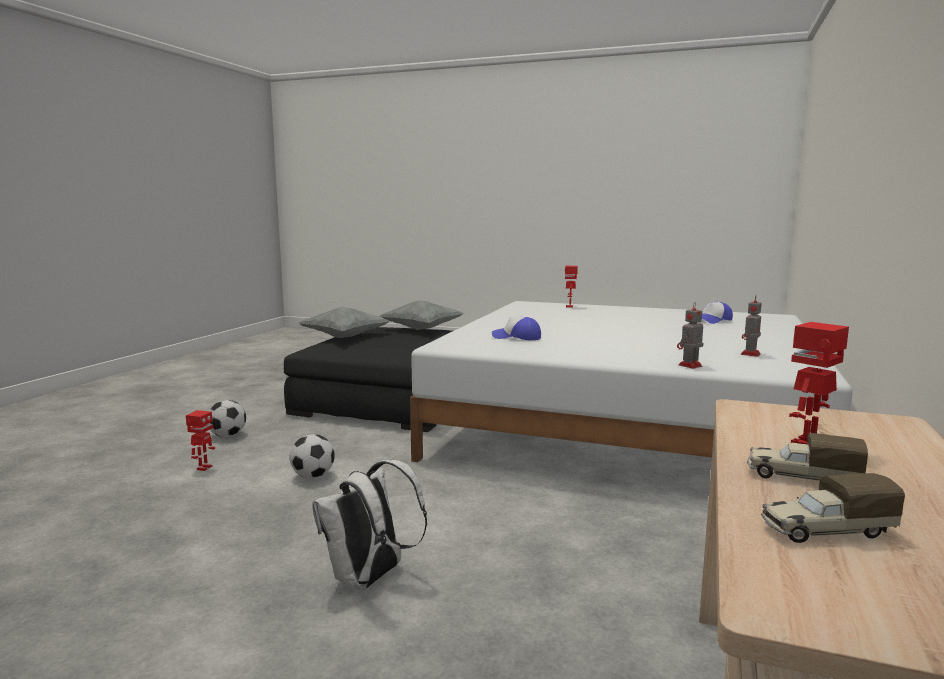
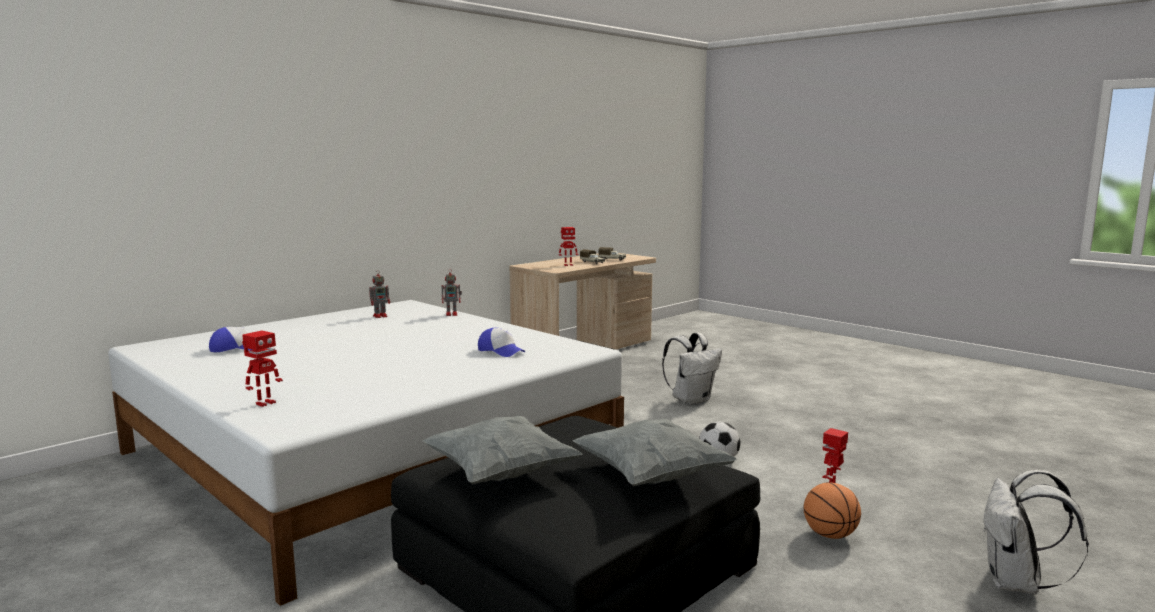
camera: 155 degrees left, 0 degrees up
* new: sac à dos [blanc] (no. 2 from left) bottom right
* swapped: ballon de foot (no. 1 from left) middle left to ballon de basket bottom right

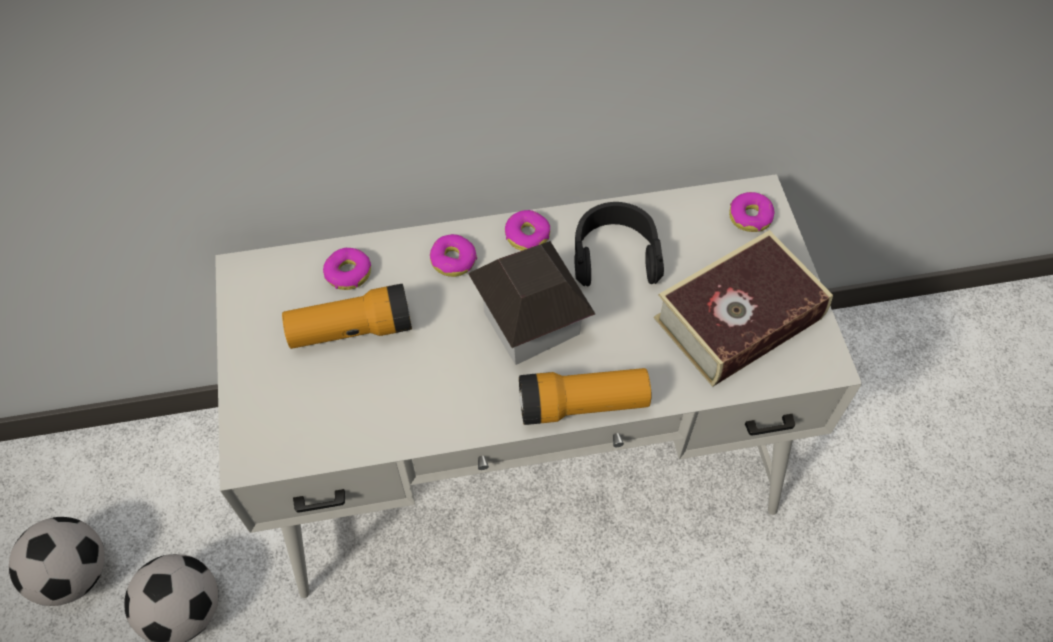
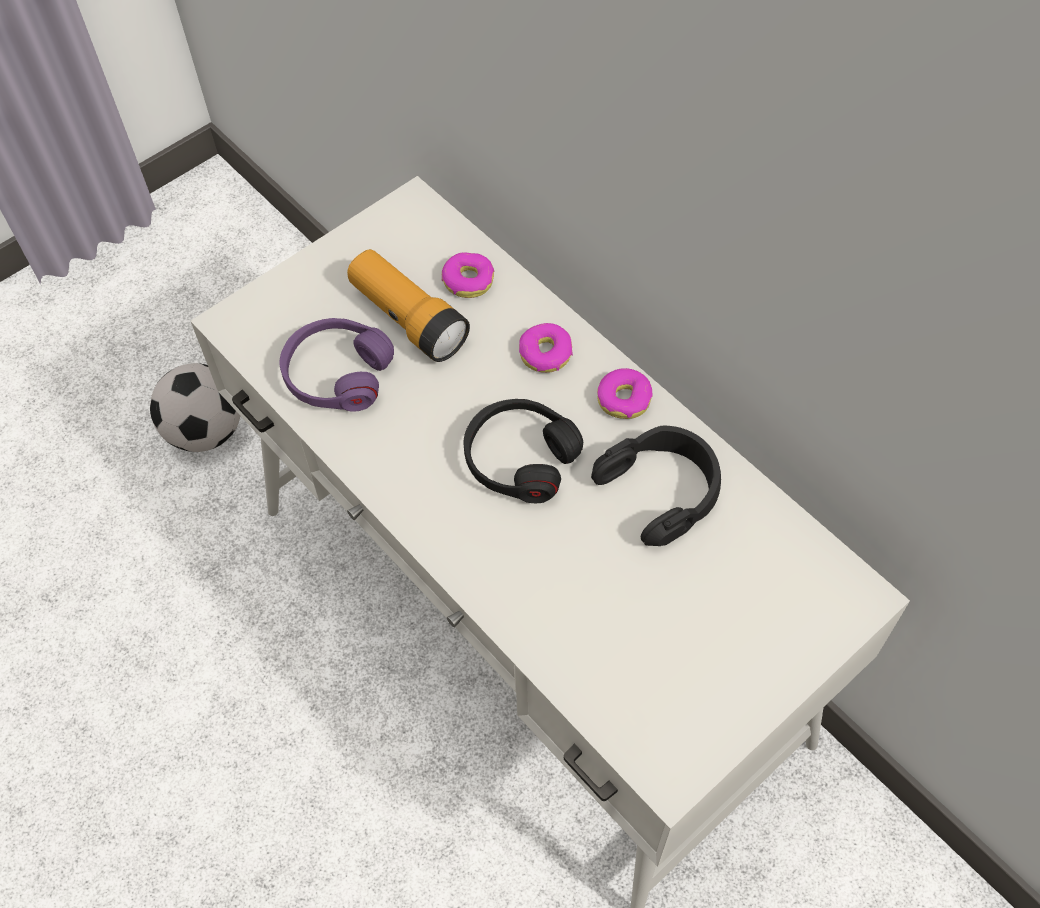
camera: 60 degrees right, 0 degrees up
* gone: ballon de foot (no. 1 from left) bottom left
* gone: lampe de poche (no. 2 from left) centre
* gone: livre middle right
* gone: beignet (no. 4 from left) top right
* new: casque audio [violet] middle left
* swapped: maison miniature centre to casque audio [noir] (no. 1 from left) centre

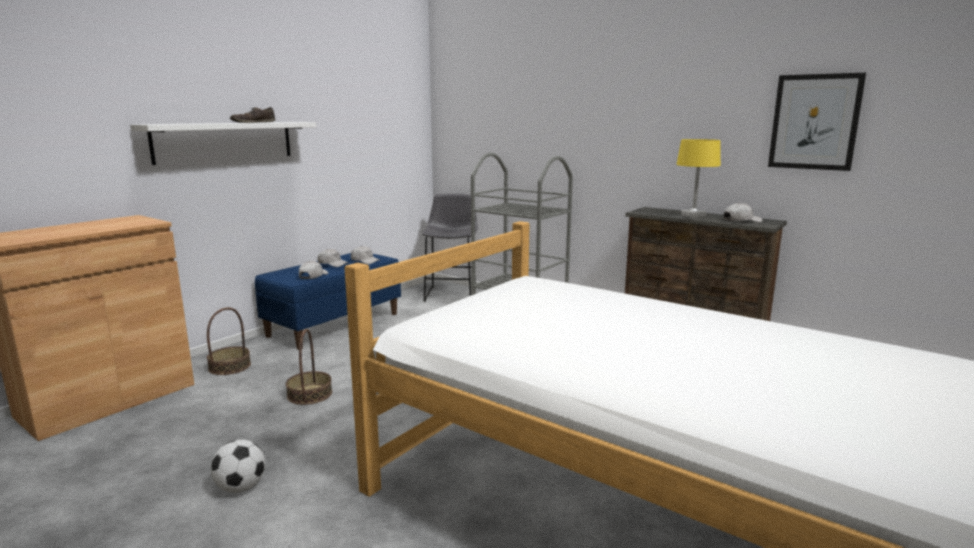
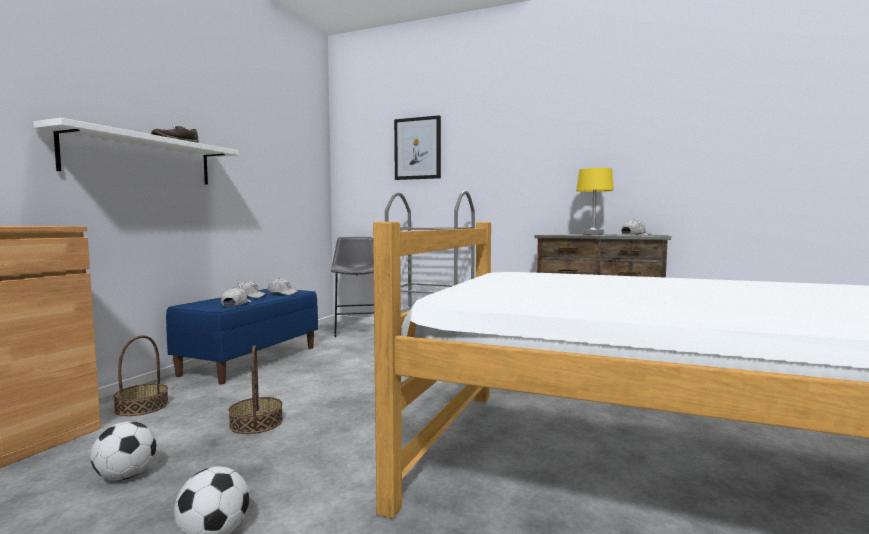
camera: 15 degrees left, 10 degrees down
* new: ballon de foot (no. 1 from left) bottom left
* shifted: tableau top right to top centre

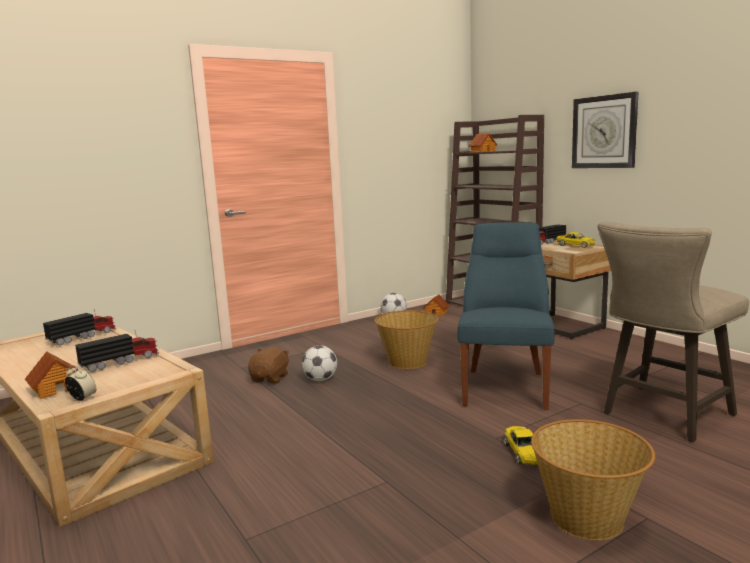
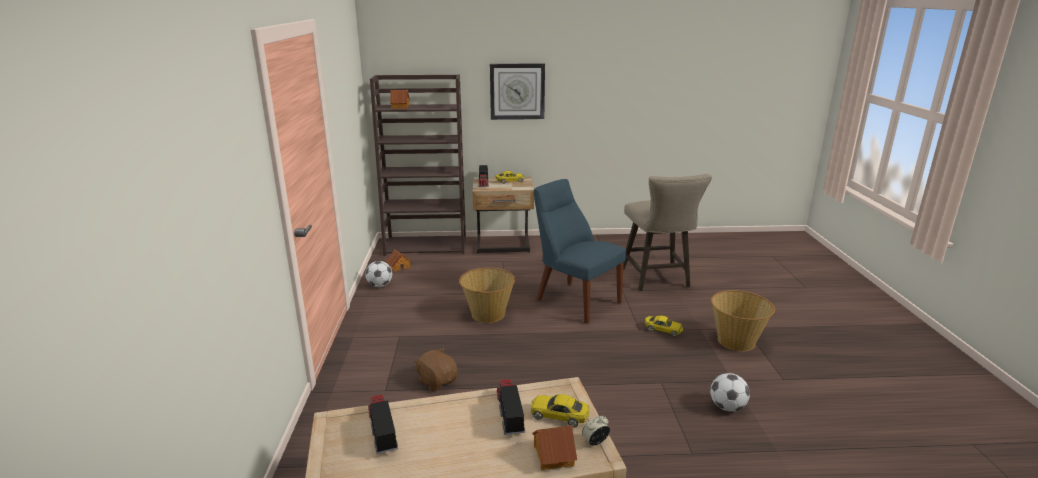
camera: 60 degrees left, 10 degrees up
* new: petite voiture [jaune] (no. 2 from left) bottom centre
* shifted: ballon de foot (no. 1 from left in the first image) centre to ballon de foot (no. 2 from left) bottom right

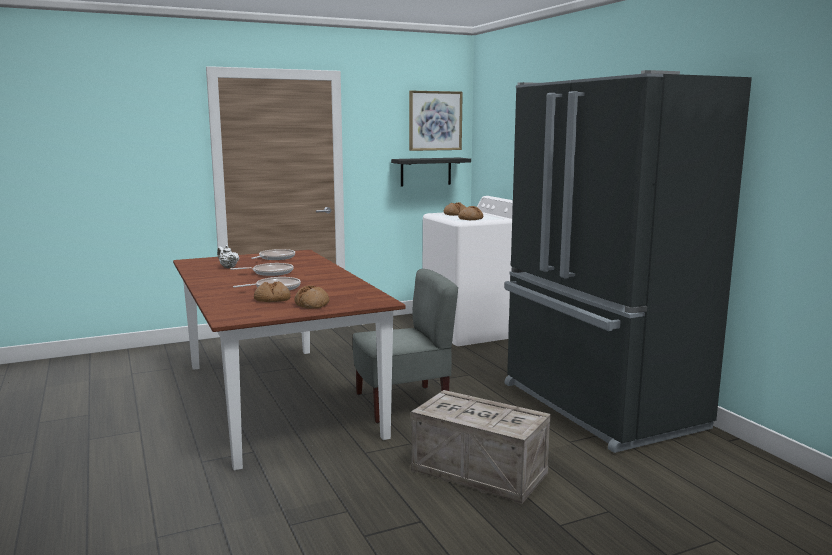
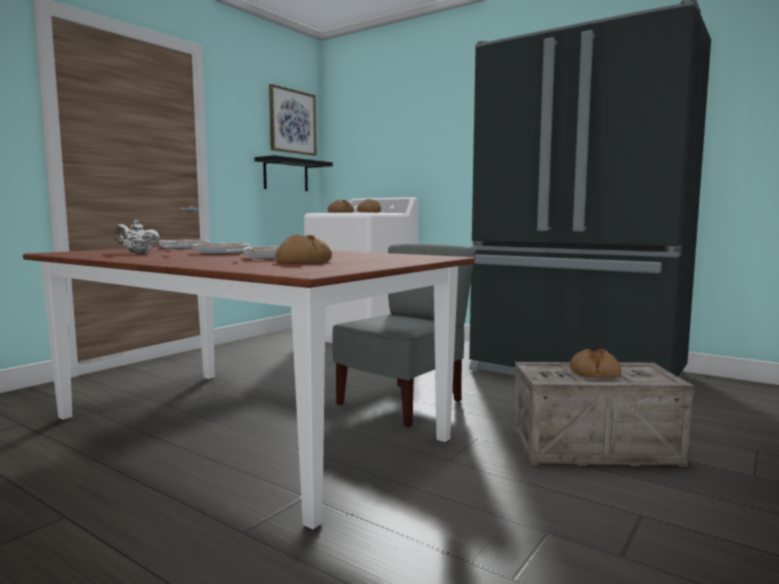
camera: 30 degrees left, 5 degrees down
* shifted: pain (no. 2 from left in the first image) centre to pain (no. 4 from left) middle right

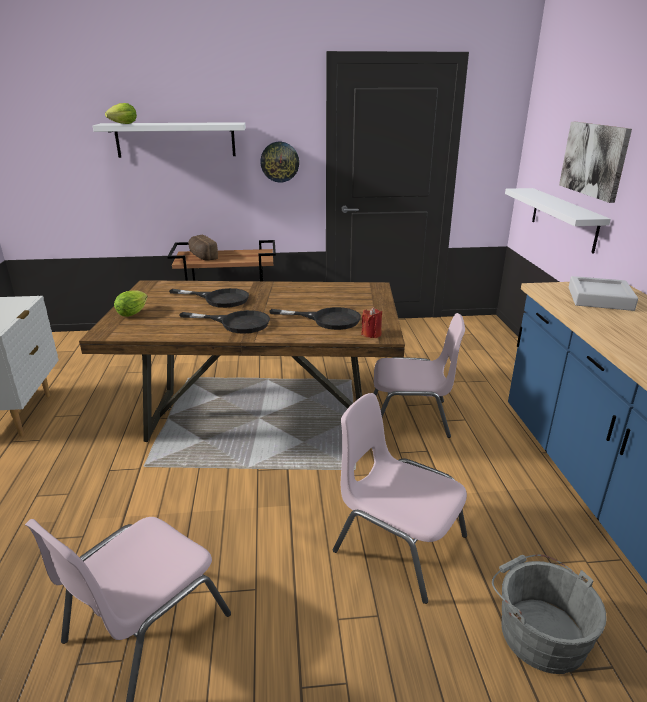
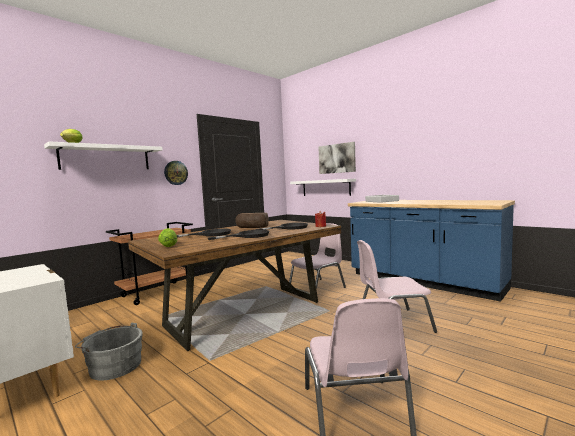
camera: 40 degrees left, 20 degrees down
* shifted: pain middle left to centre
* shifted: seau [gris] bottom right to bottom left

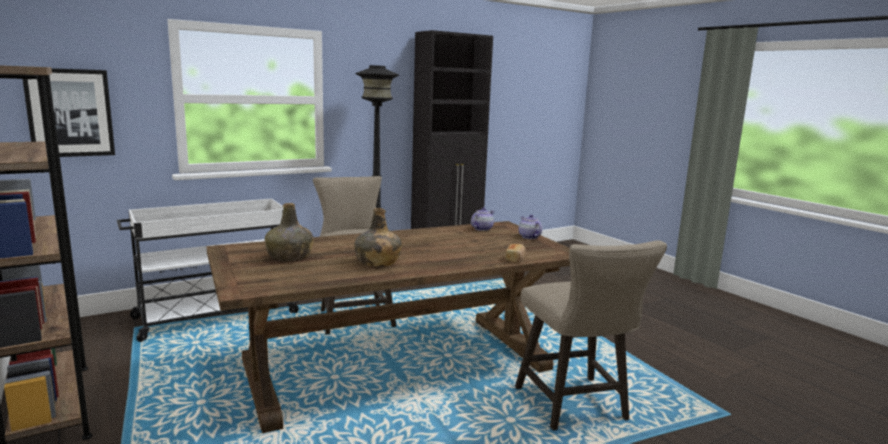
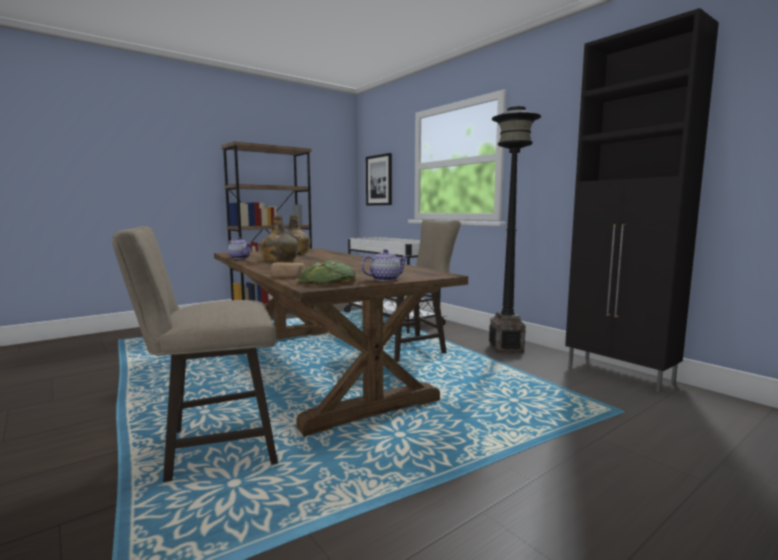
camera: 85 degrees right, 5 degrees down
* new: pain (no. 2 from left) centre
* shifted: théière (no. 1 from left) centre to middle left

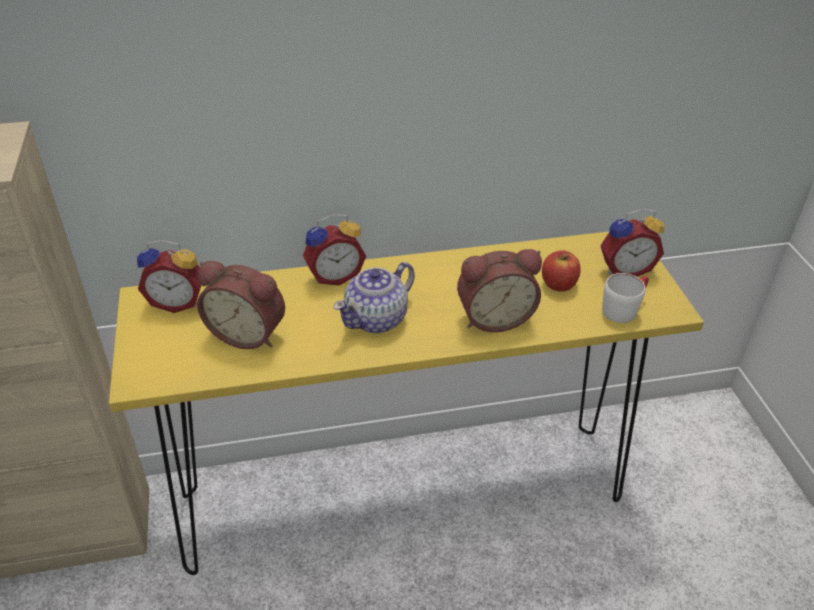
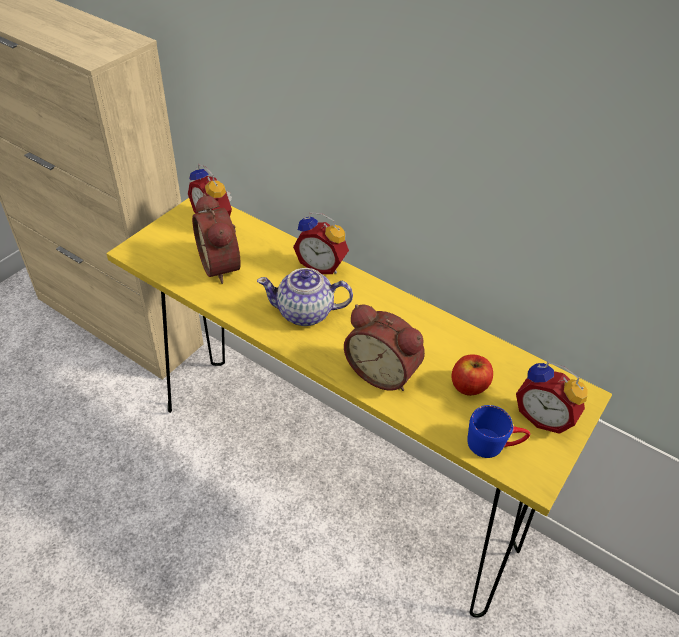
camera: 45 degrees right, 5 degrees up
* repainted: mug [blanc] middle right to mug [bleu] bottom right

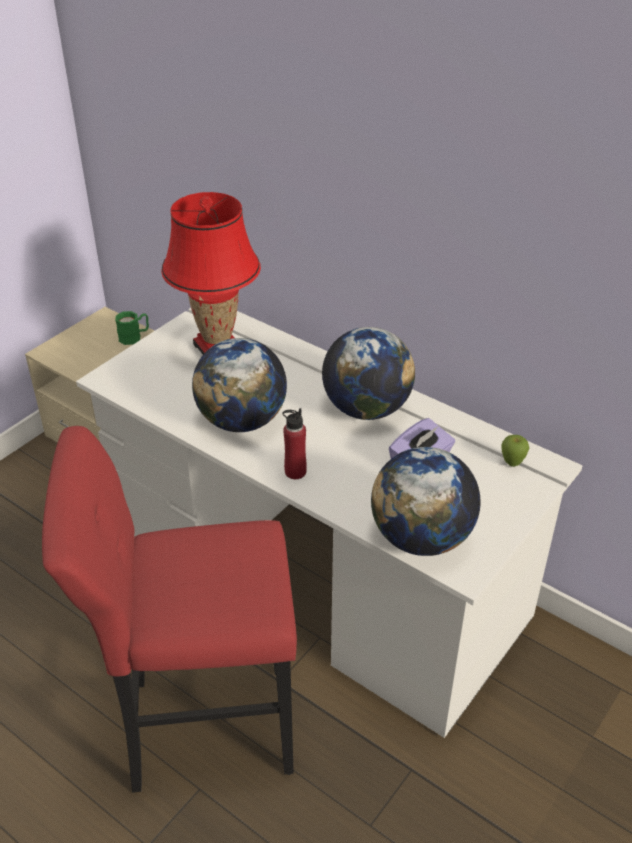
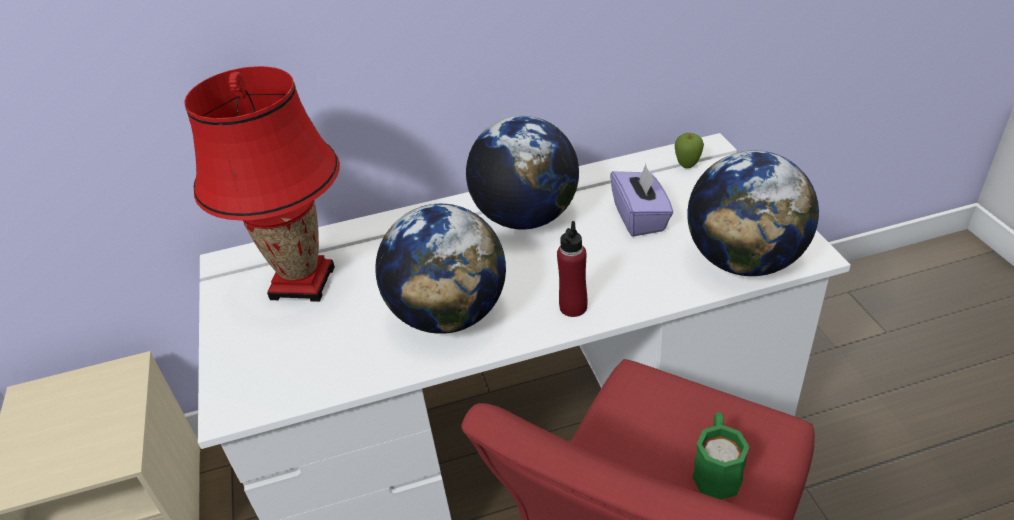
camera: 50 degrees left, 0 degrees up
* shifted: mug [vert] middle left to bottom right

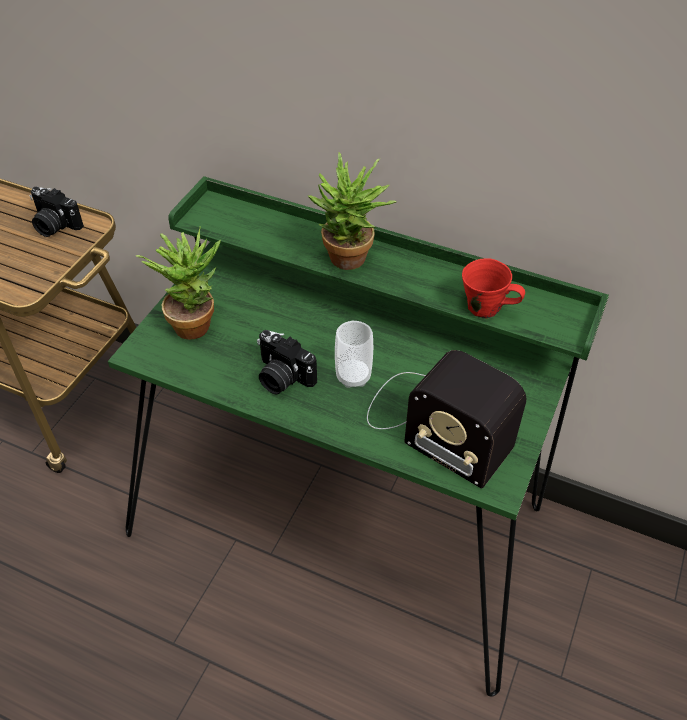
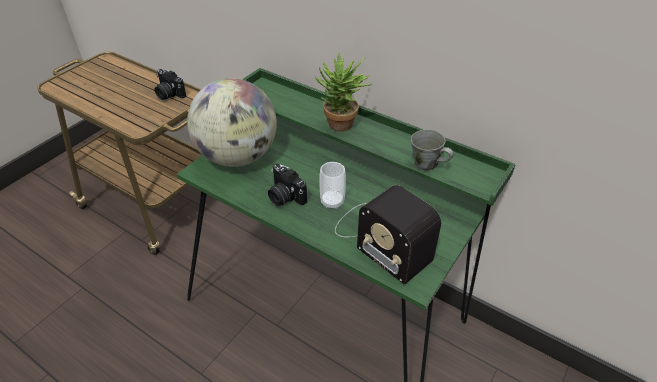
camera: 10 degrees right, 5 degrees down
* swapped: plante en pot (no. 1 from left) middle left to globe top centre
* repainted: mug [rouge] middle right to mug [gris] centre

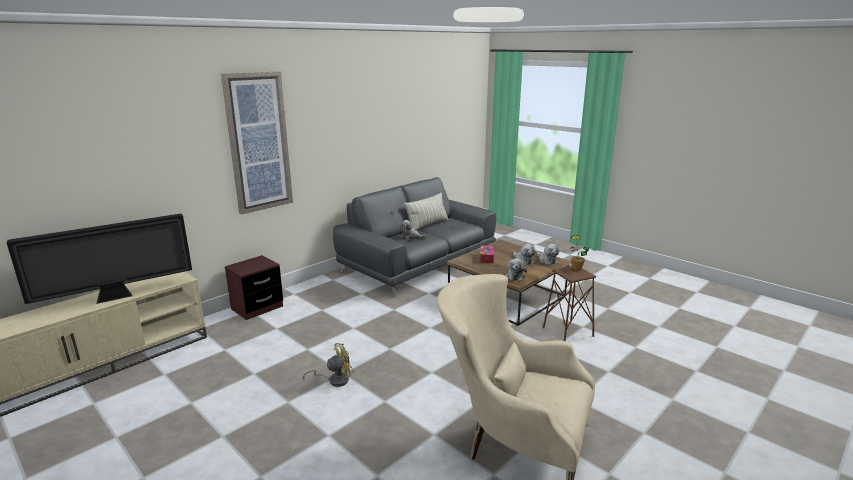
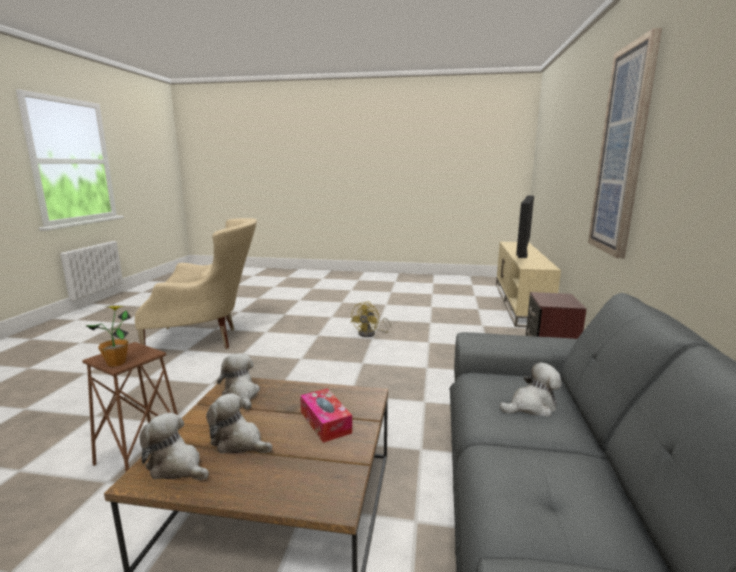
camera: 145 degrees right, 5 degrees down
* gone: coussin centre

